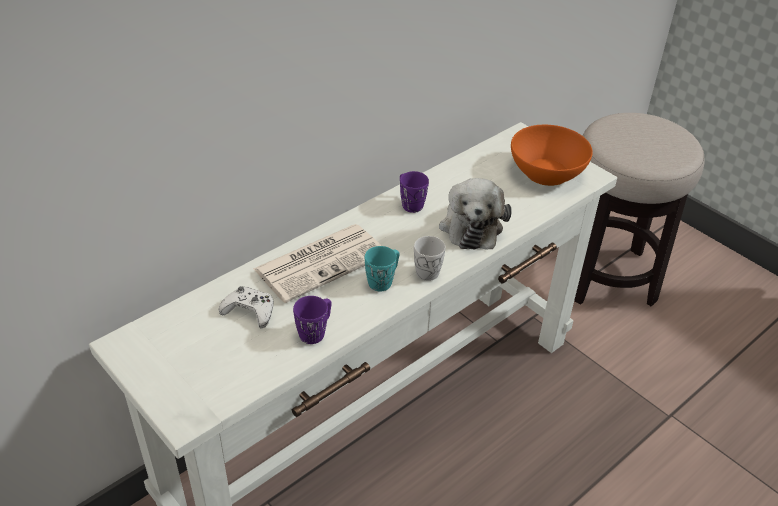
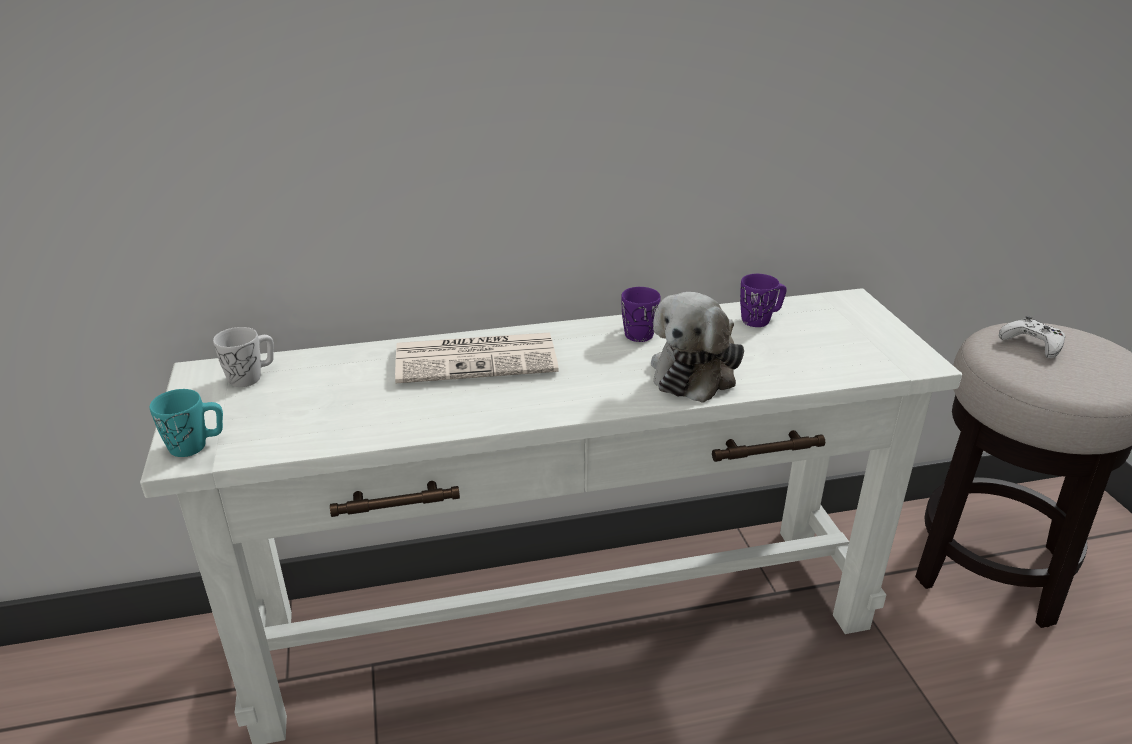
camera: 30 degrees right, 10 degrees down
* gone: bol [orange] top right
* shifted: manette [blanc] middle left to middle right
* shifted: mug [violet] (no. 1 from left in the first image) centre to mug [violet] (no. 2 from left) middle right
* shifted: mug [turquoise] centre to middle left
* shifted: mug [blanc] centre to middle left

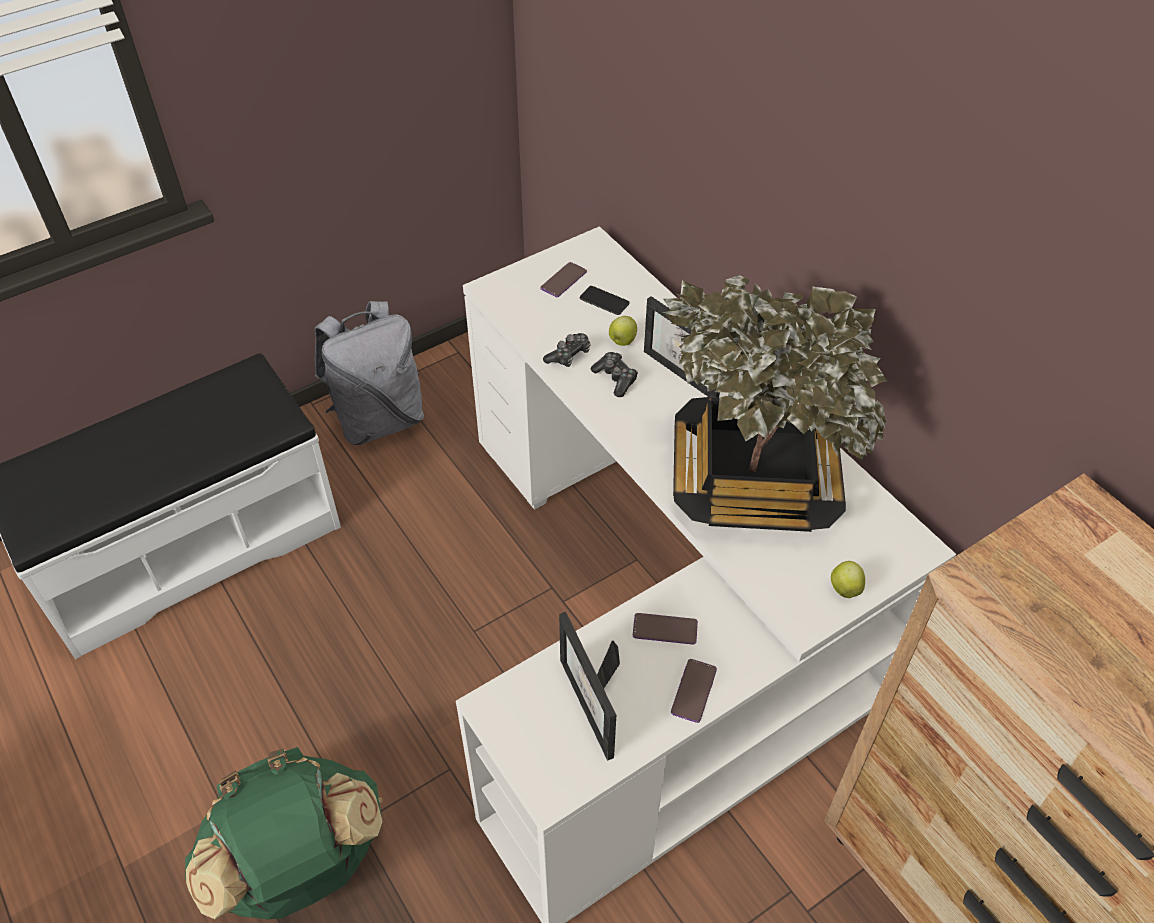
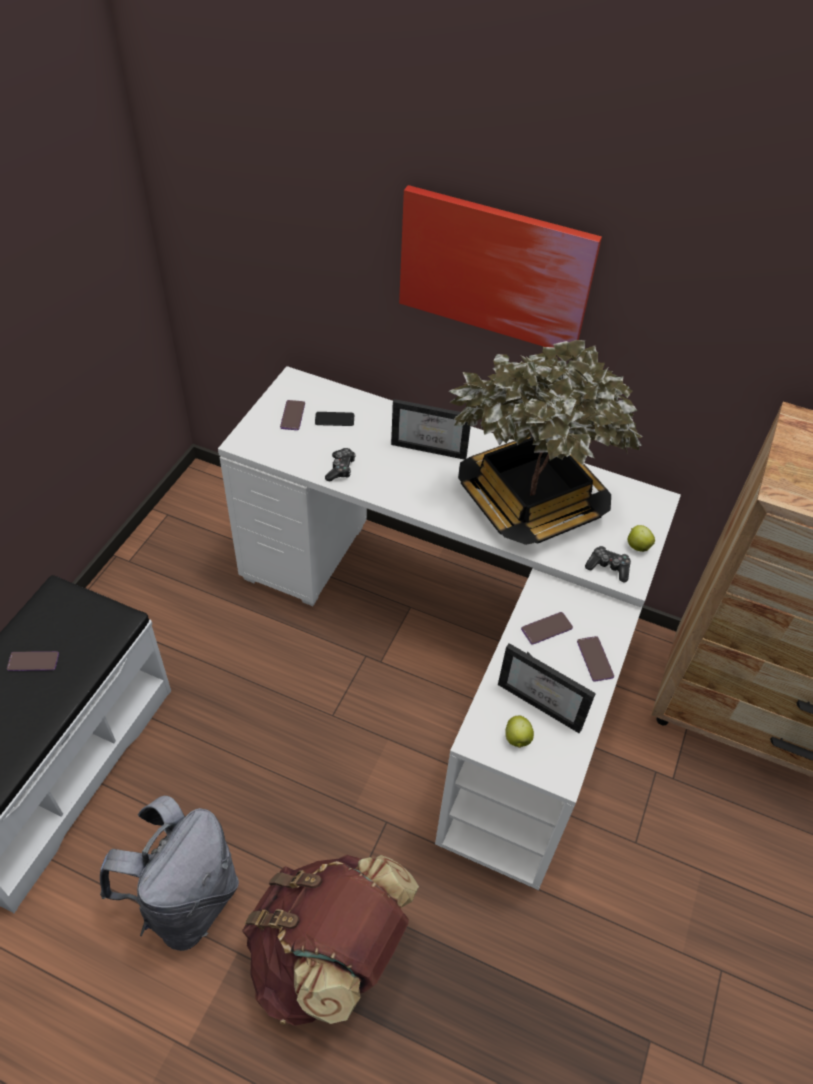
camera: 35 degrees left, 0 degrees up
* new: téléphone (no. 1 from left) middle left
* new: tableau top centre
* shifted: sac à dos [gris] middle left to bottom left
* shifted: manette (no. 2 from left) centre to middle right
* shifted: pomme (no. 1 from left) centre to bottom centre
* repainted: sac à dos [vert] bottom left to sac à dos [marron] bottom centre

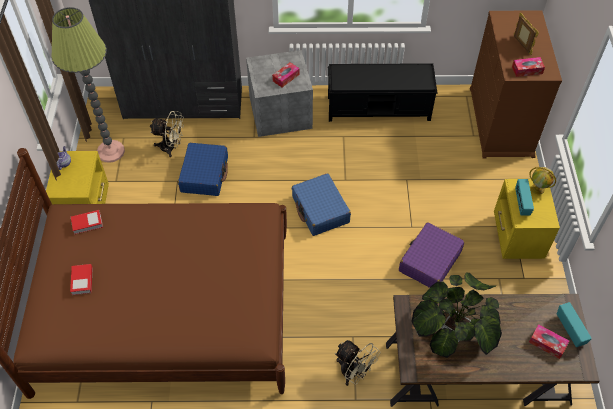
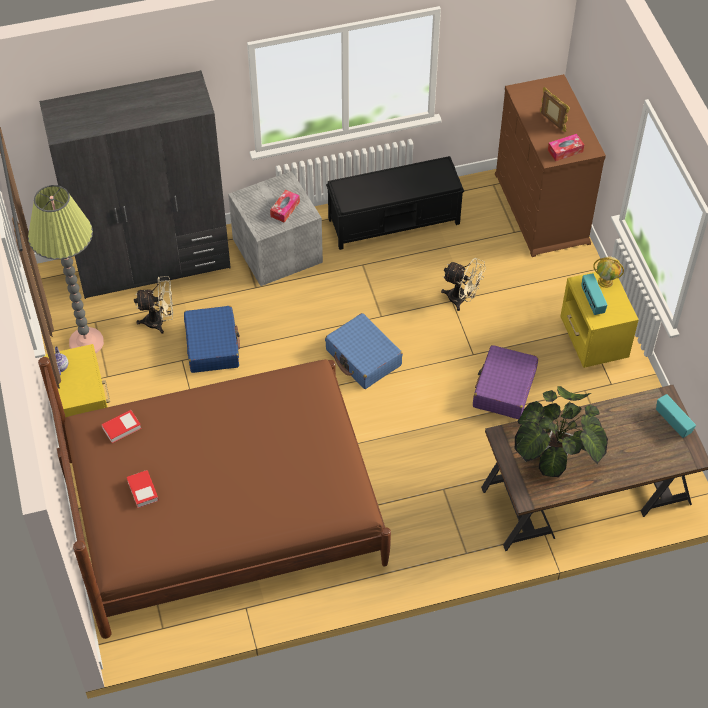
camera: 15 degrees left, 0 degrees up
* gone: boîte à mouchoirs (no. 3 from left) bottom right
* shifted: ventilateur [beige] (no. 2 from left) bottom centre to centre

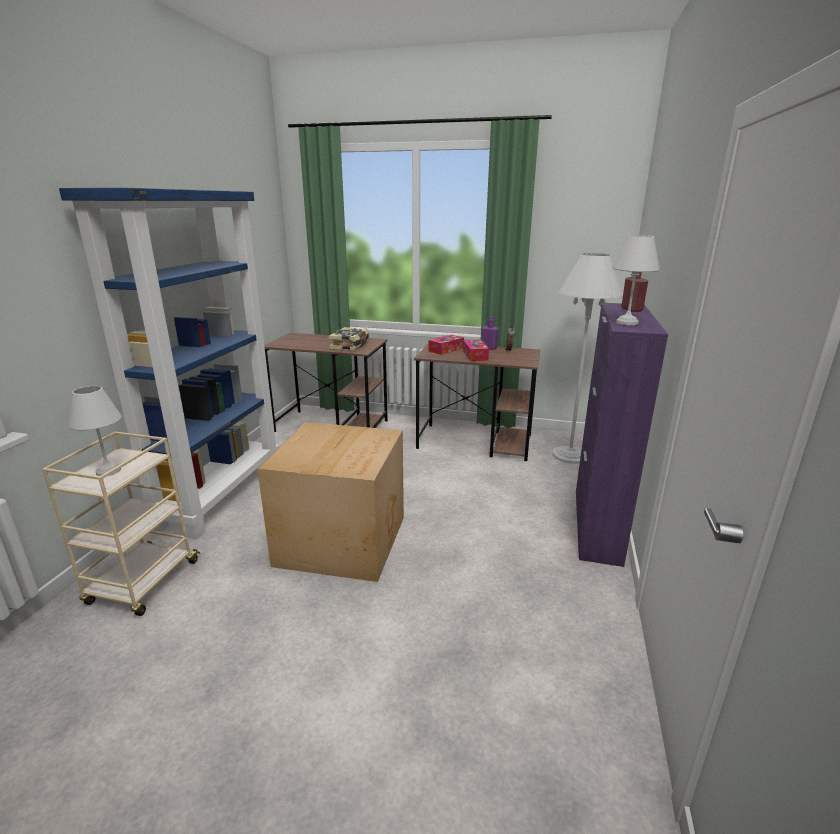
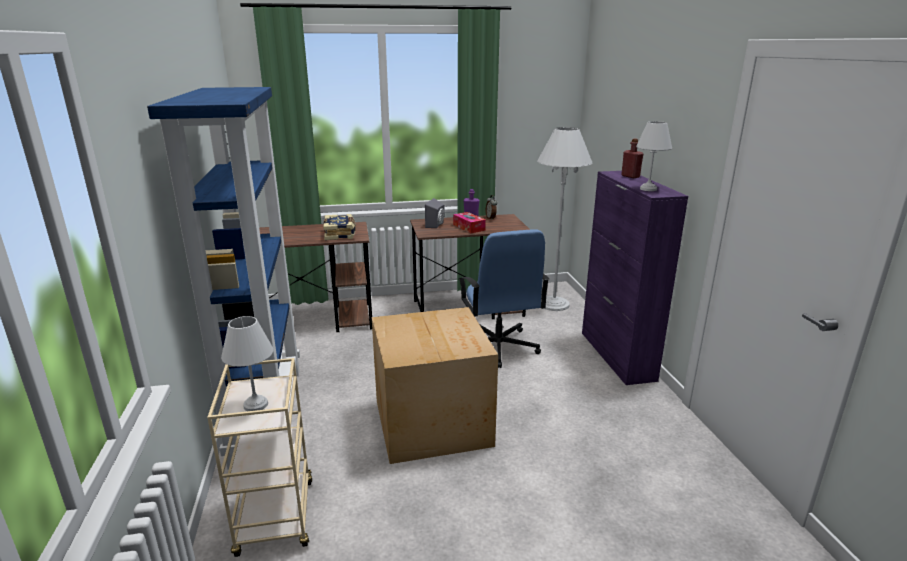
camera: 25 degrees left, 0 degrees up
* new: chaise de bureau [bleu] centre
* swapped: boîte à mouchoirs (no. 1 from left) centre to enceinte [gris] centre

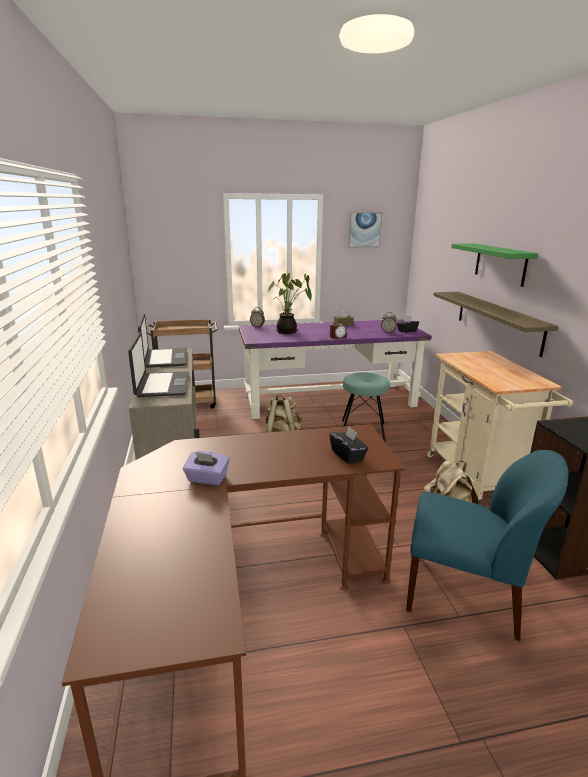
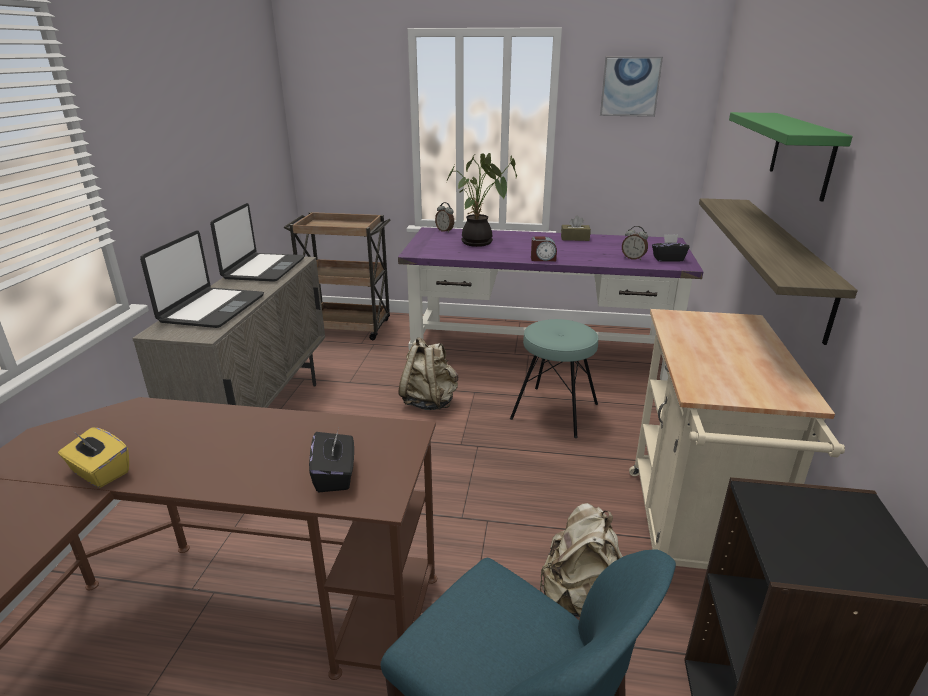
camera: 20 degrees right, 5 degrees up
* repainted: boîte à mouchoirs [violet] centre to boîte à mouchoirs [jaune] middle left

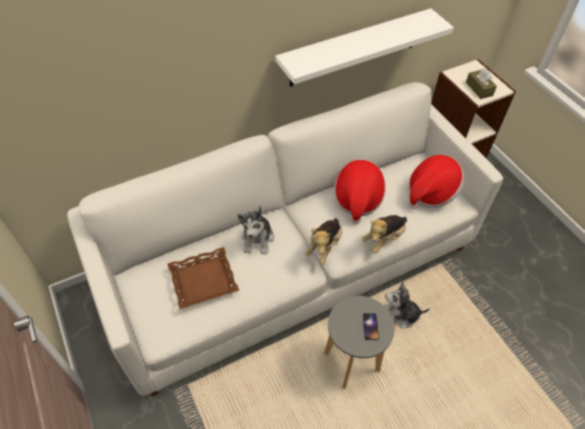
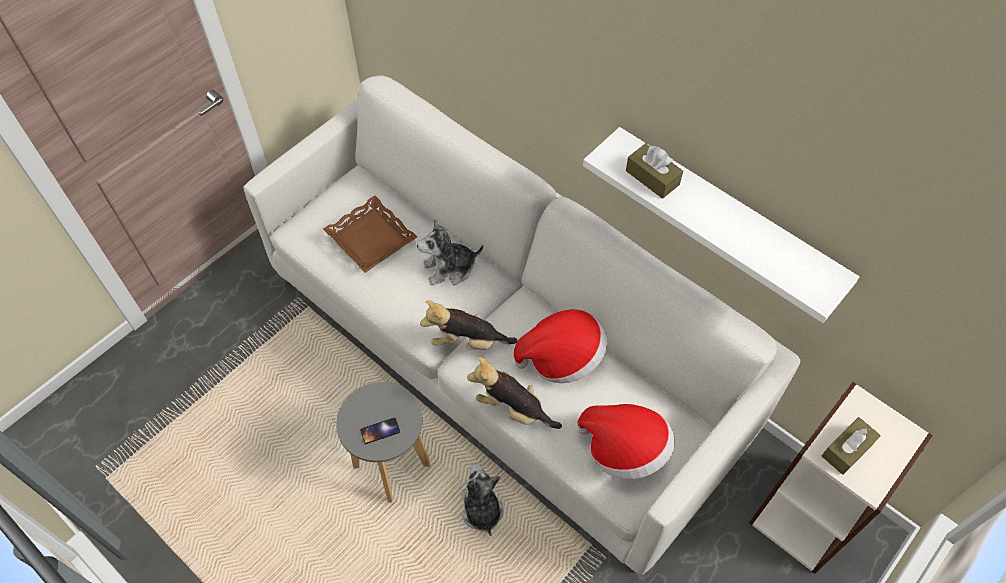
camera: 70 degrees right, 5 degrees up
* new: boîte à mouchoirs [marron] (no. 1 from left) top centre

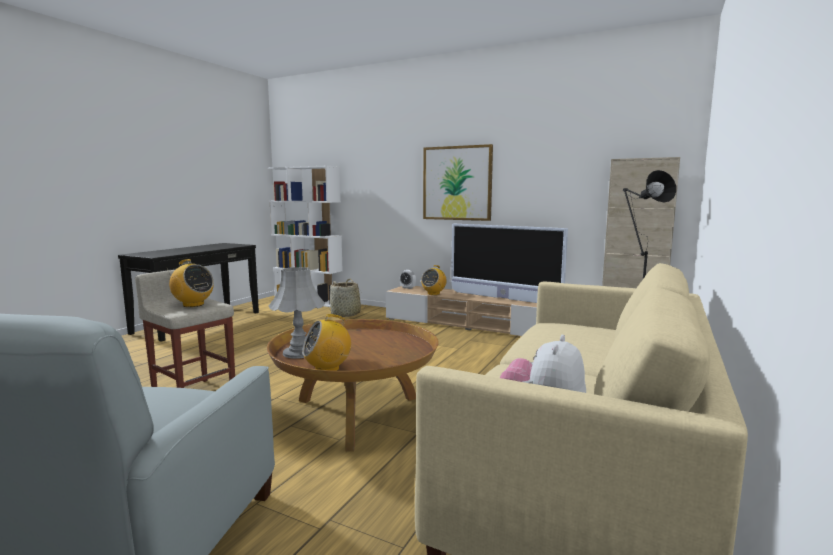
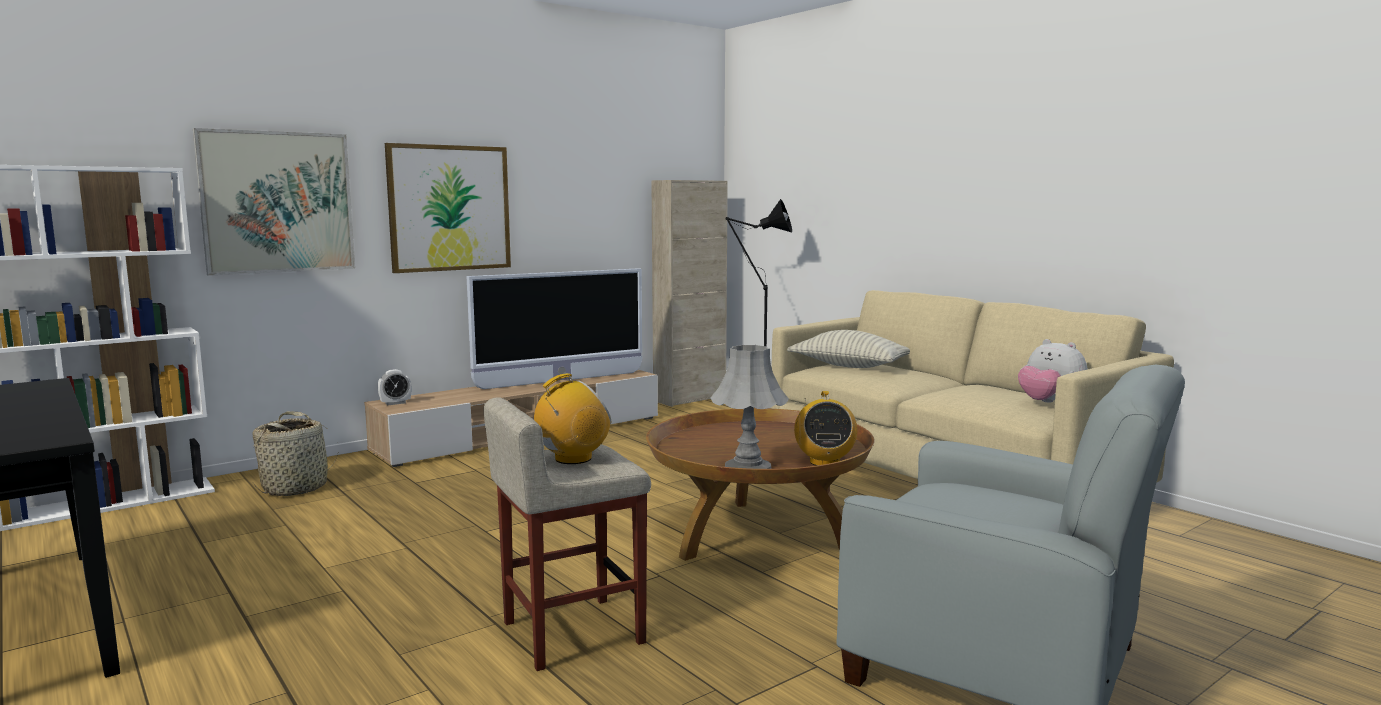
camera: 65 degrees left, 0 degrees up
* gone: radio (no. 3 from left) centre
* new: tableau (no. 1 from left) top left
* new: coussin centre

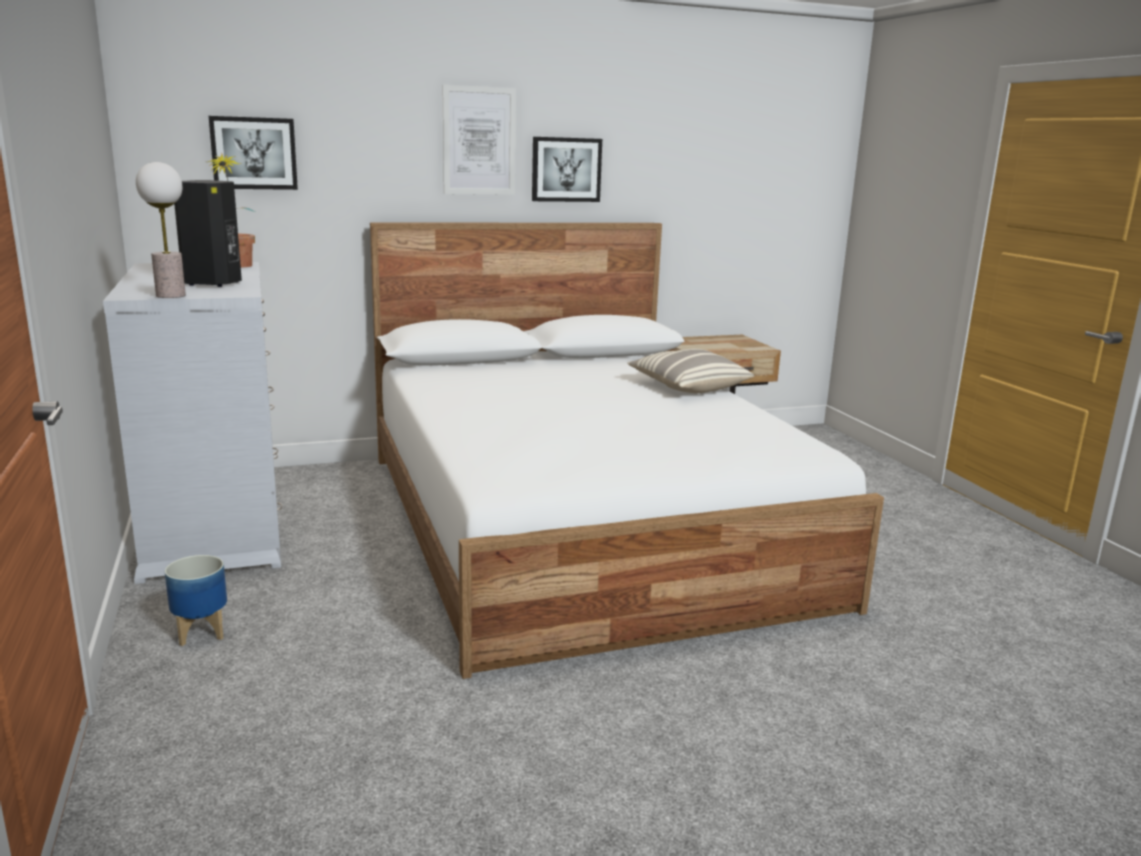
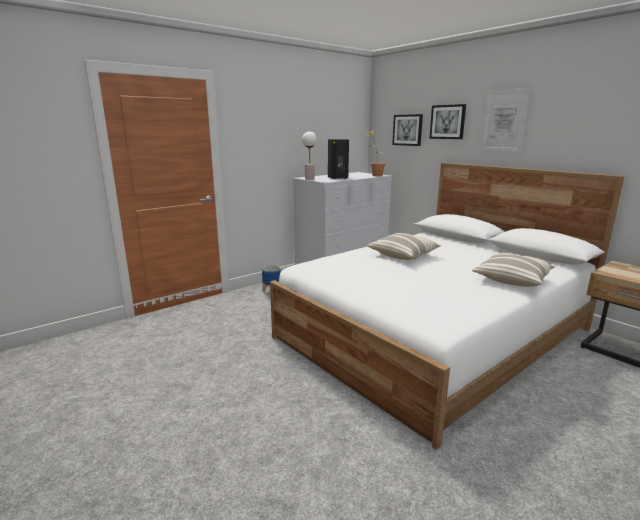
camera: 70 degrees right, 0 degrees up
* new: coussin (no. 1 from left) centre
* shifted: tableau (no. 3 from left in the first image) top centre to tableau (no. 2 from left) top right

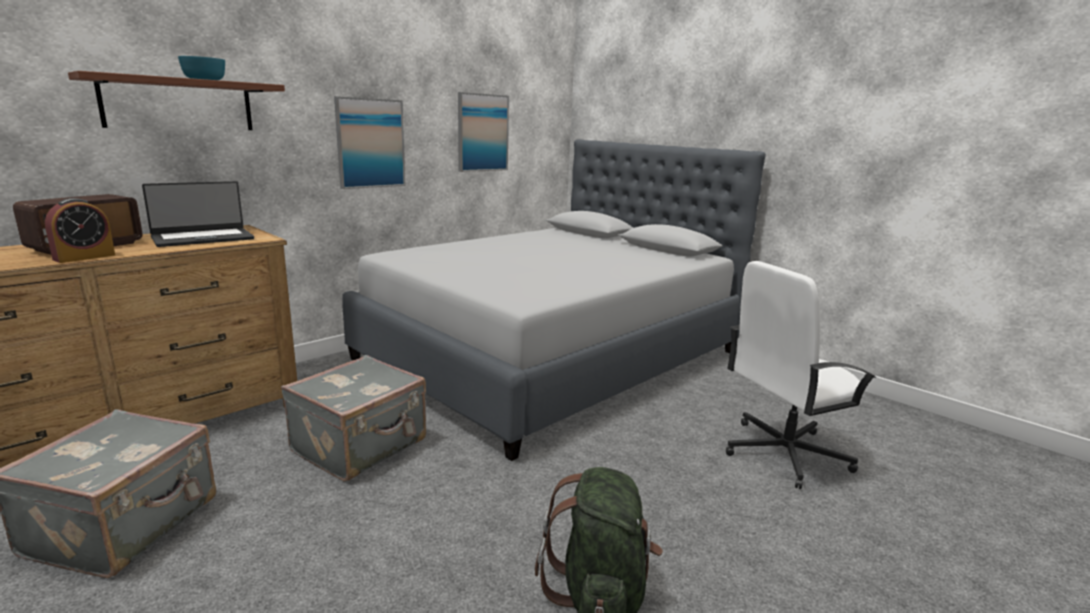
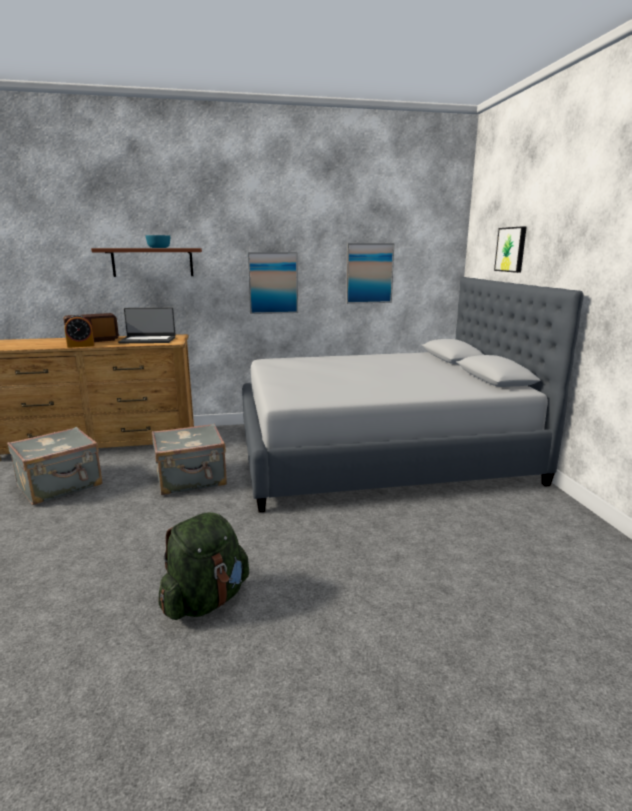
camera: 35 degrees right, 0 degrees up
* gone: chaise de bureau [blanc] middle right
* new: tableau (no. 3 from left) top right

